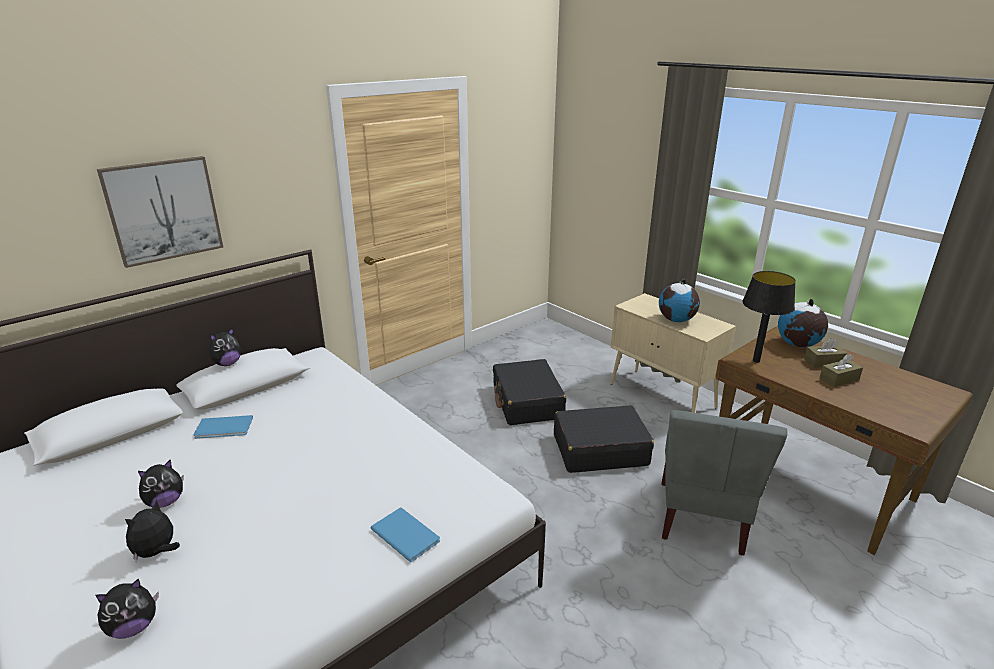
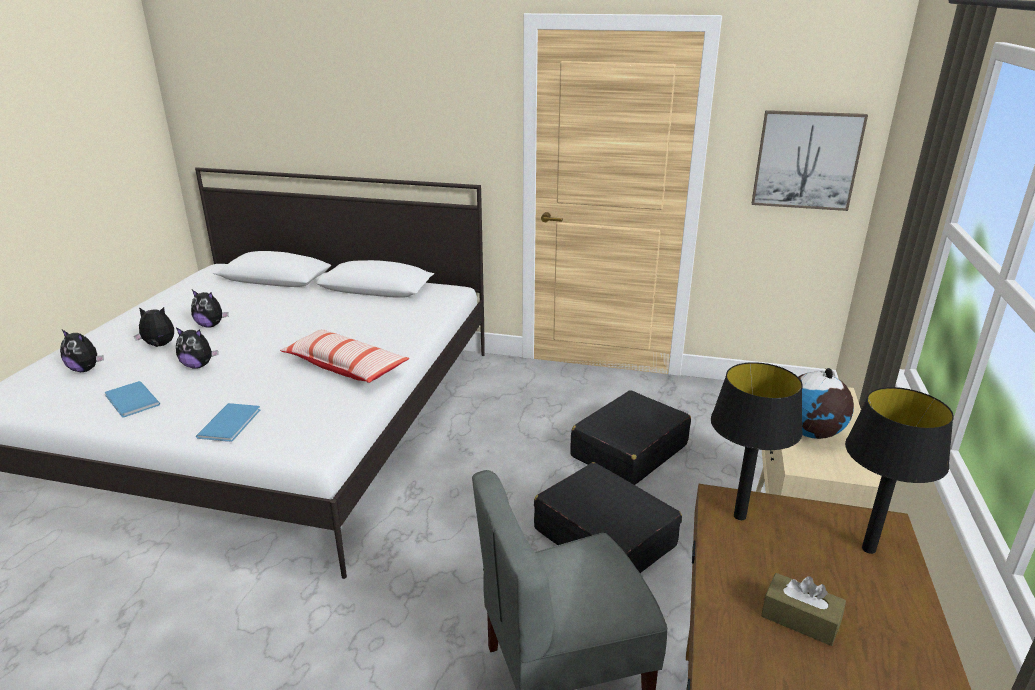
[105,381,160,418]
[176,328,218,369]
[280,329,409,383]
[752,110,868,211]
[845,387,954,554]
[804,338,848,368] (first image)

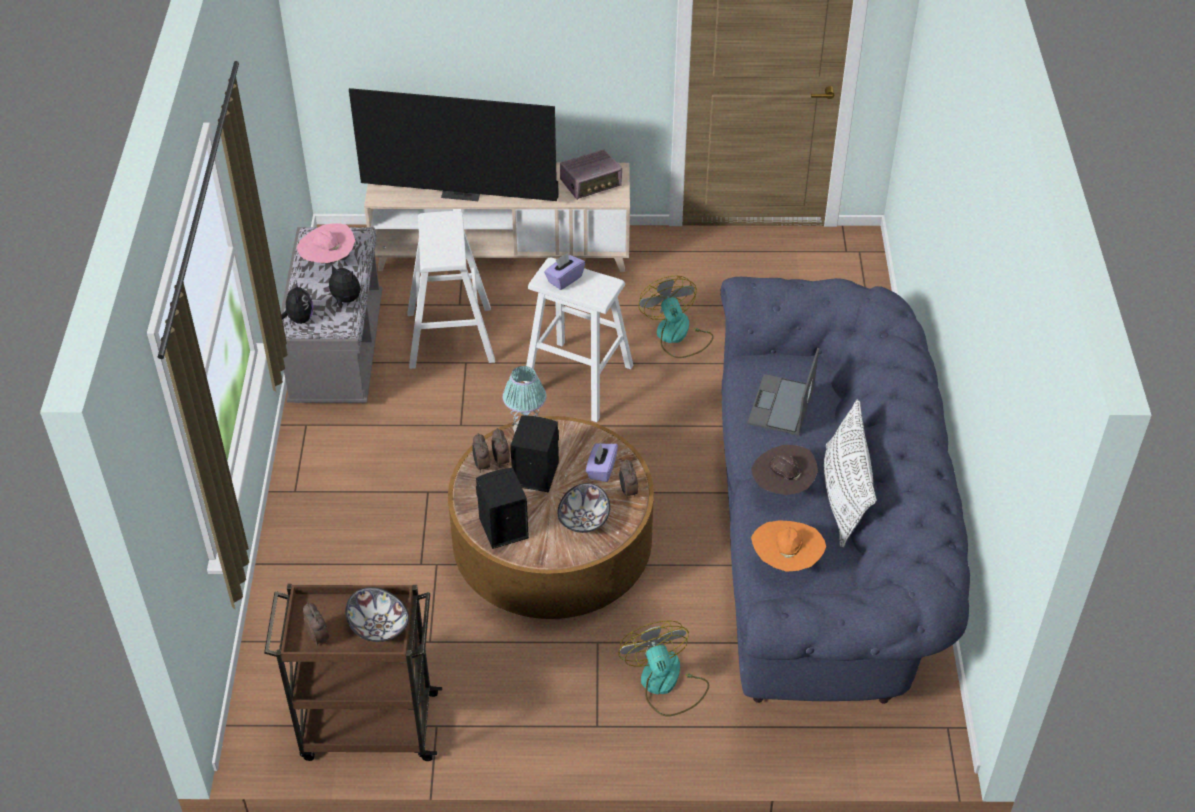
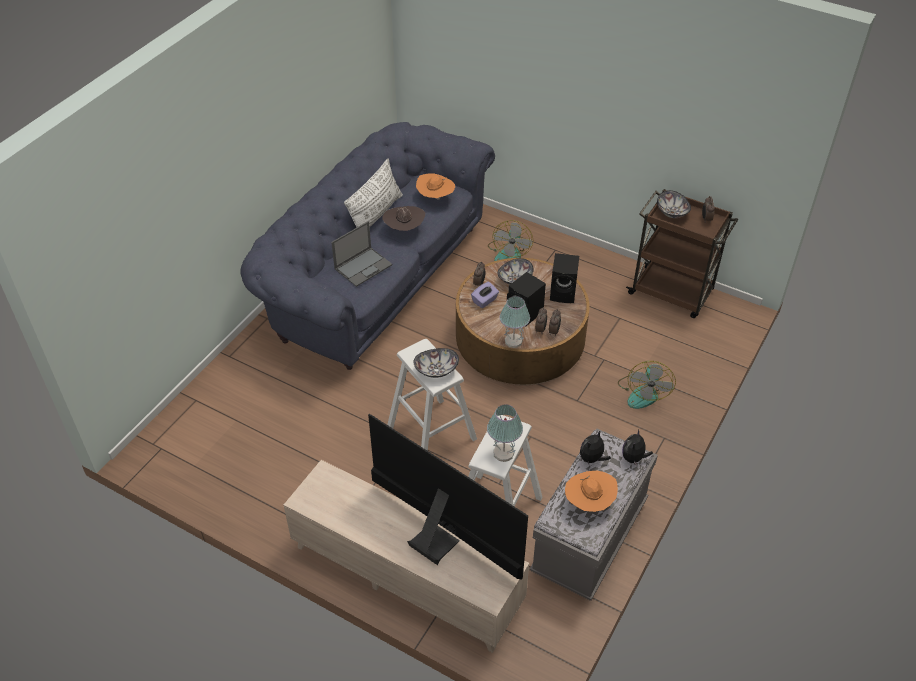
[413,348,459,378]
[487,404,523,462]
[565,471,618,512]
[580,431,611,467]
[618,361,676,409]
[560,149,622,200] (first image)

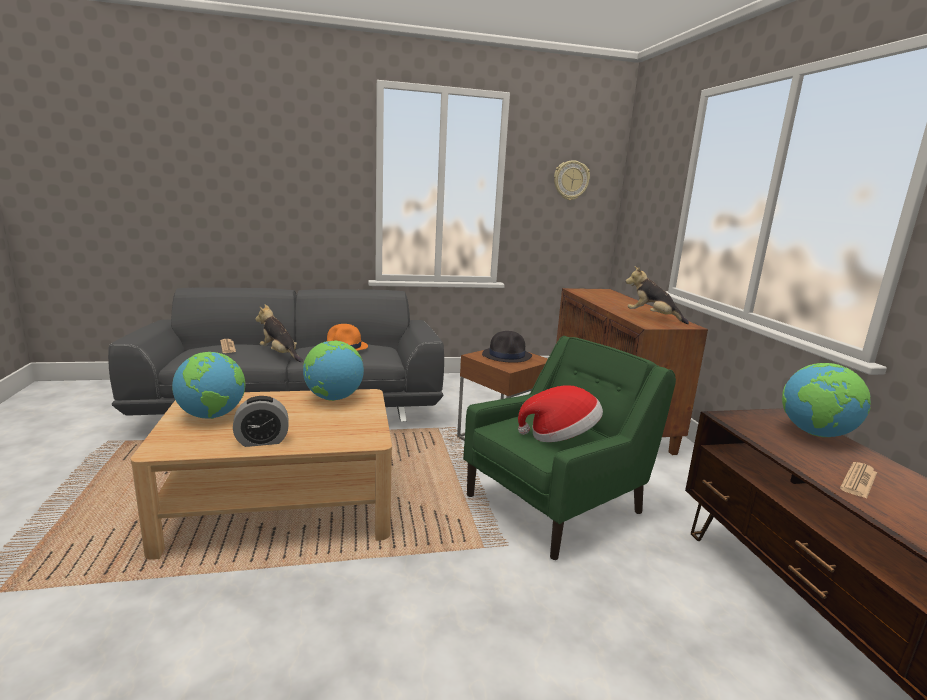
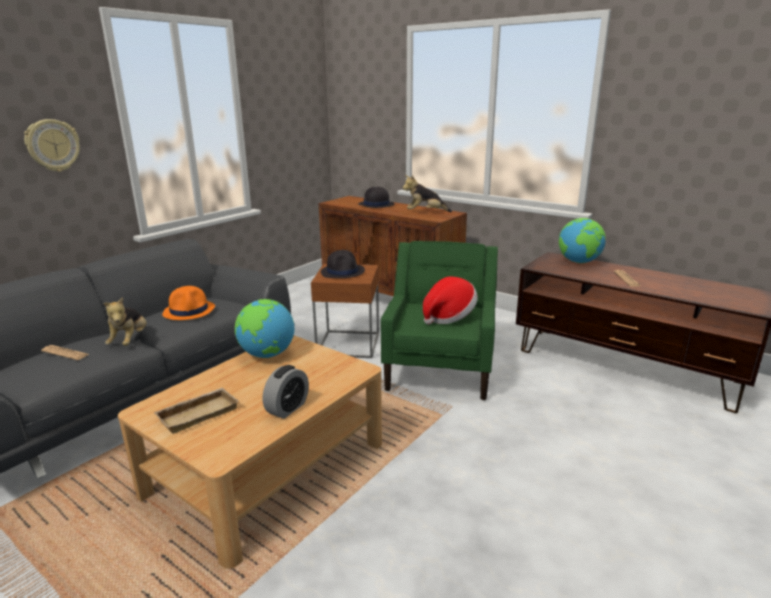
[24,119,80,172]
[104,297,147,346]
[154,388,239,434]
[358,187,395,208]

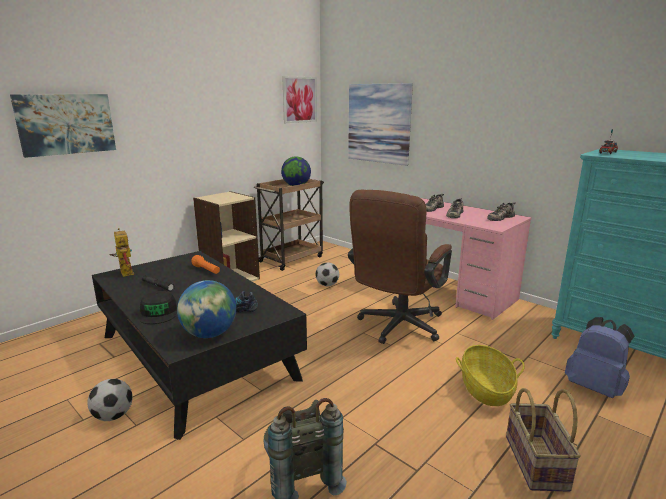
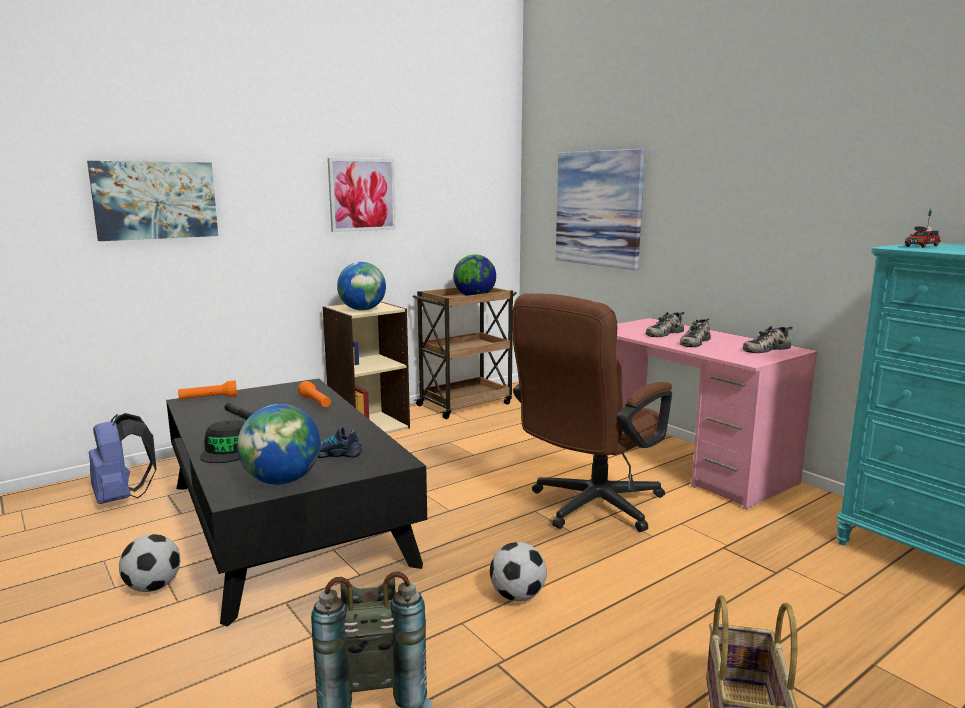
[89,413,157,504]
[178,380,237,399]
[328,158,396,232]
[337,262,386,311]
[490,542,547,601]
[456,345,525,406] (first image)

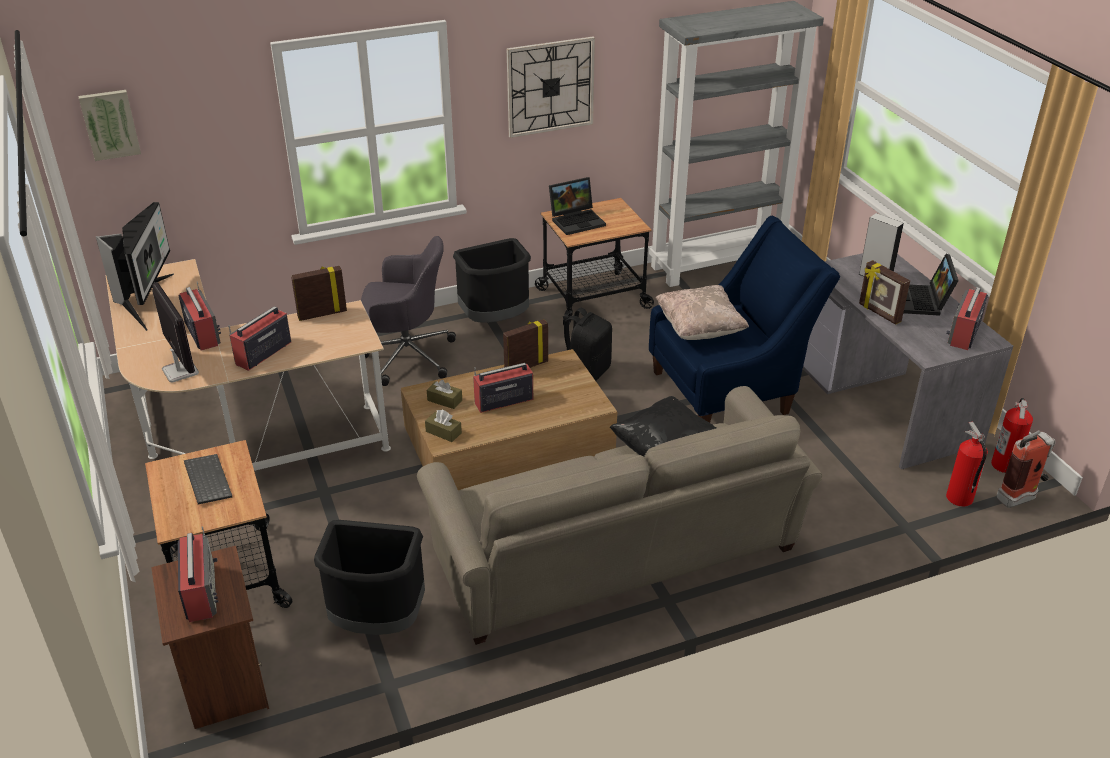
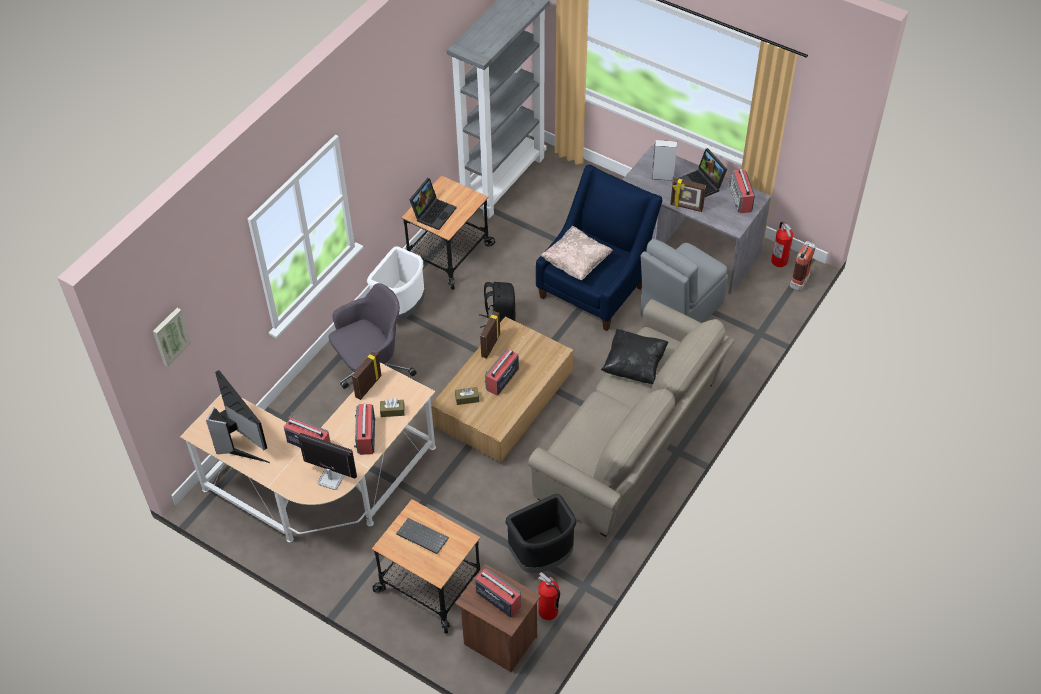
[367,246,425,320]
[380,398,405,417]
[538,572,560,620]
[640,239,728,323]
[507,36,595,138] (first image)

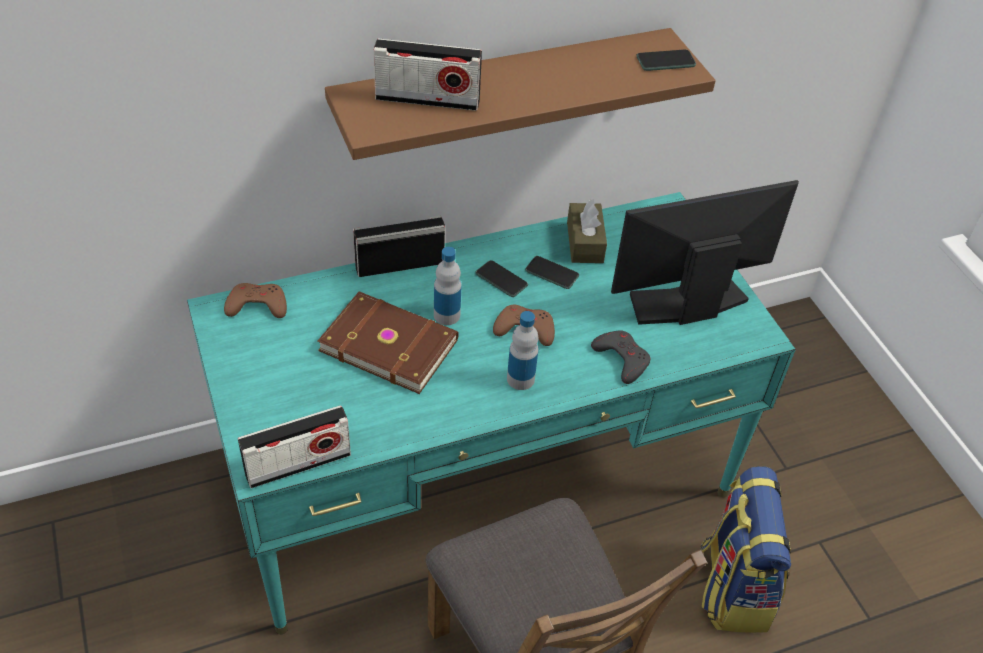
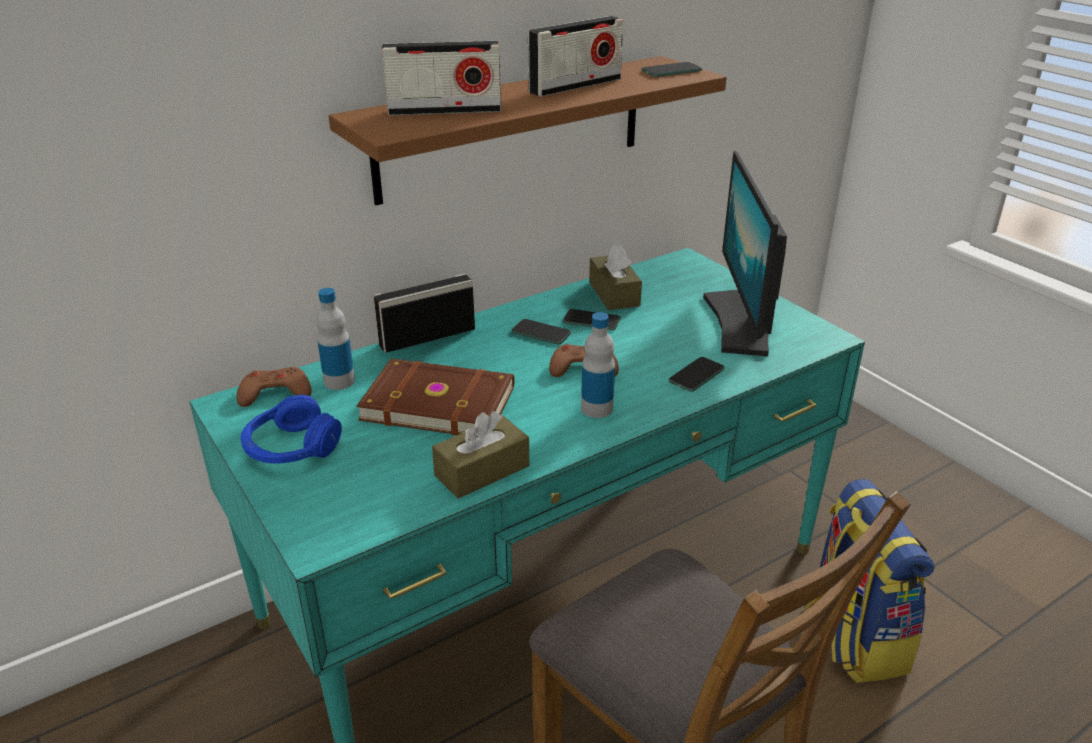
[241,395,342,464]
[316,288,355,390]
[432,411,529,499]
[528,16,623,97]
[669,357,725,392]
[703,151,787,356]

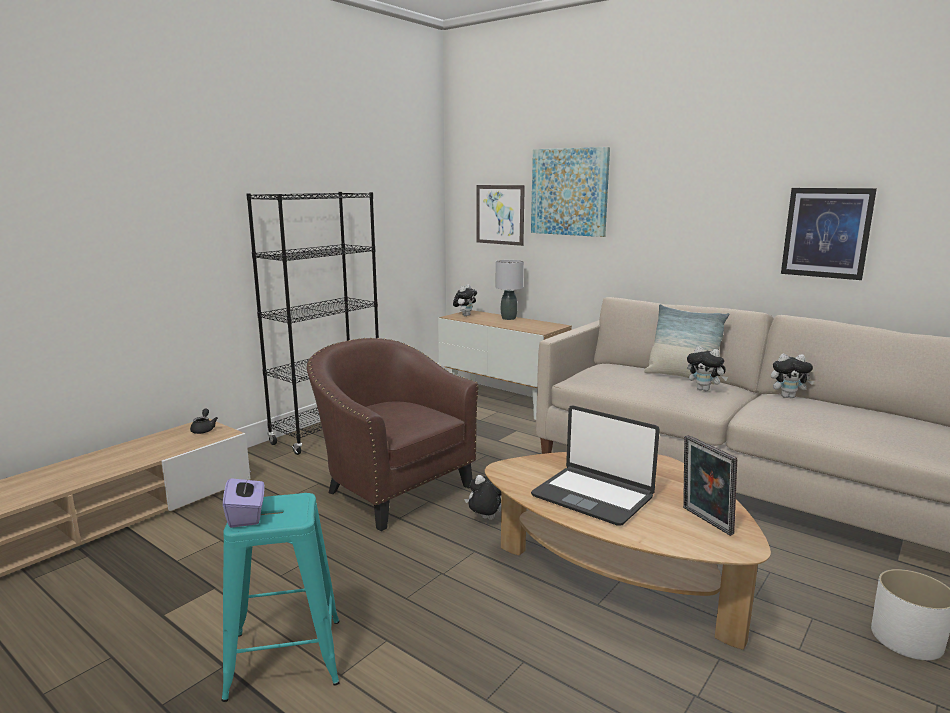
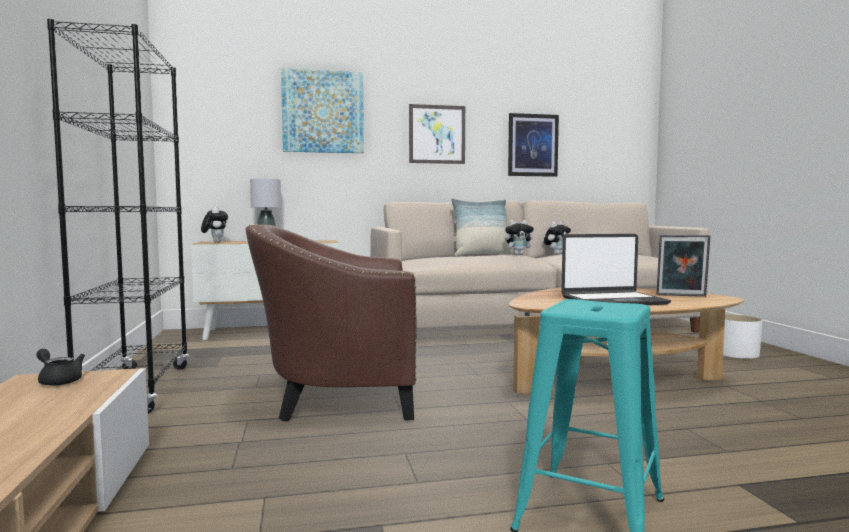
[409,104,465,164]
[223,473,265,528] (first image)
[464,475,501,520] (first image)

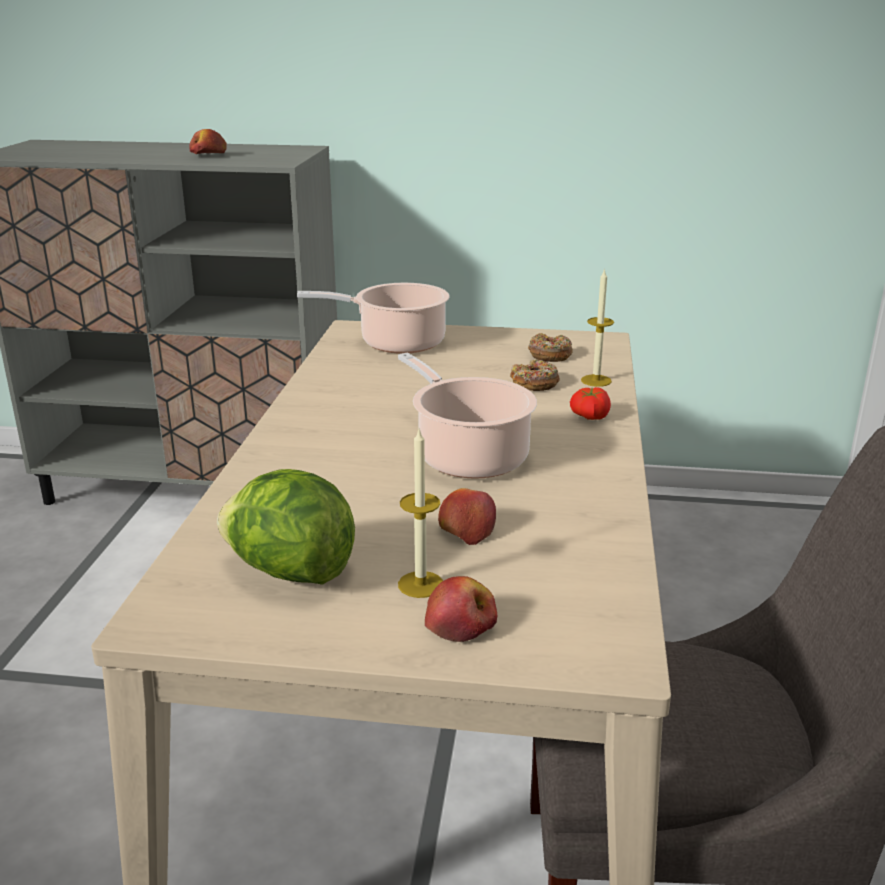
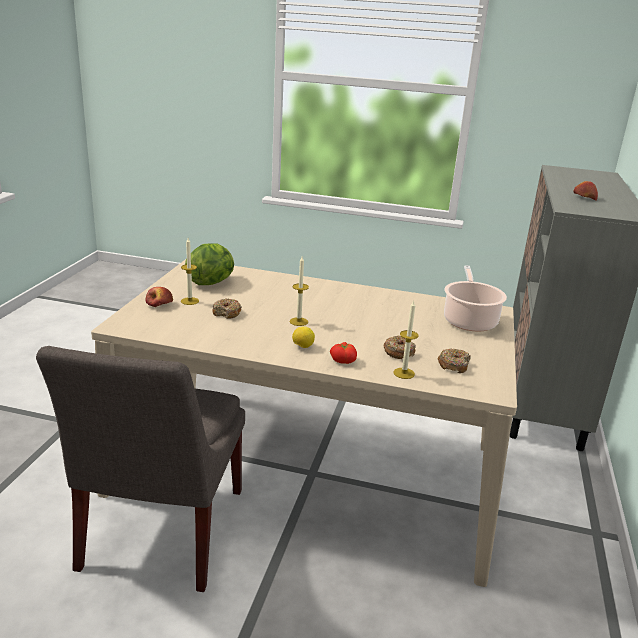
[213,298,242,319]
[290,256,309,326]
[292,326,315,348]

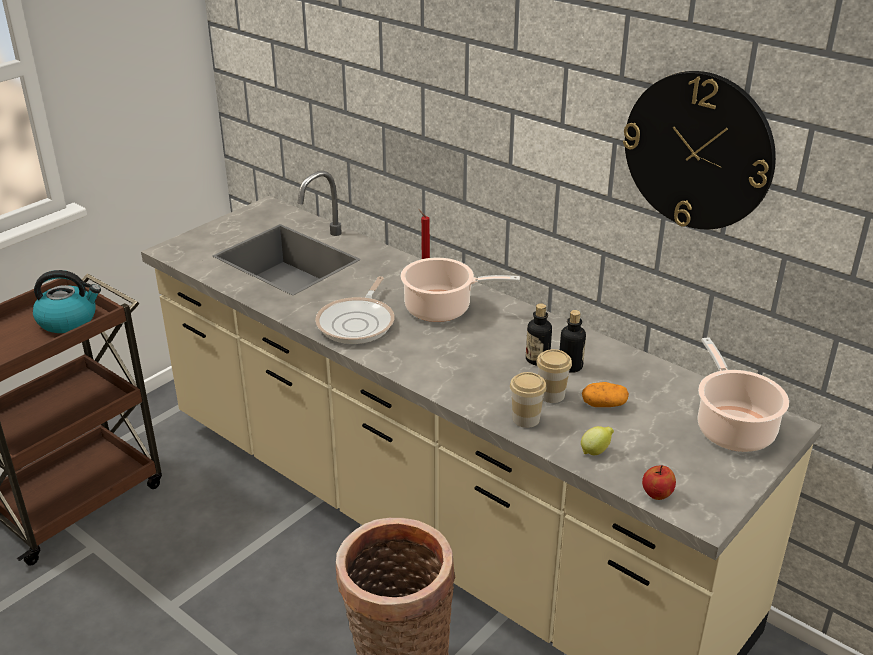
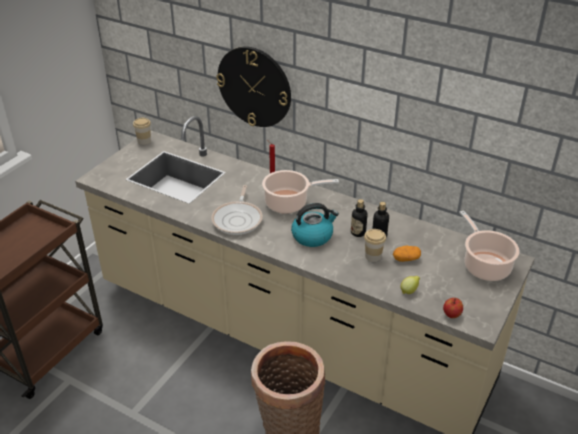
[133,118,151,145]
[216,46,291,127]
[291,203,339,247]

